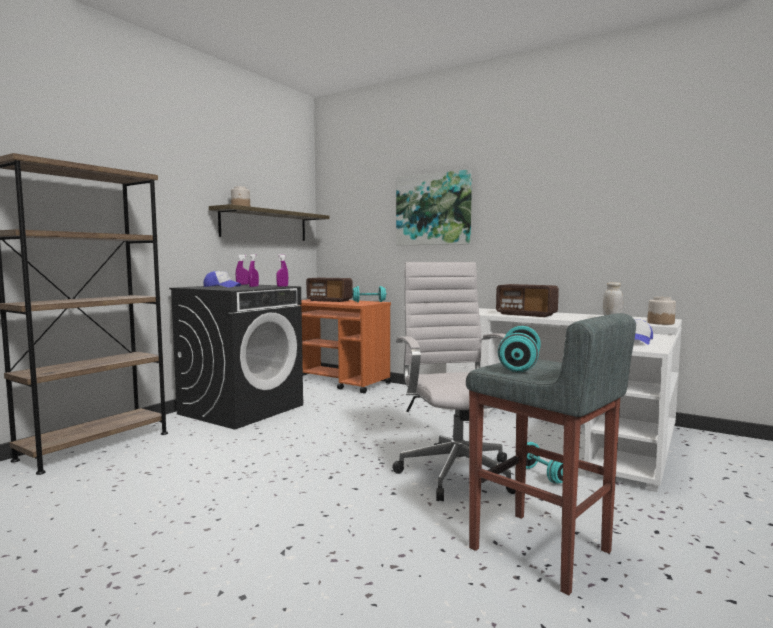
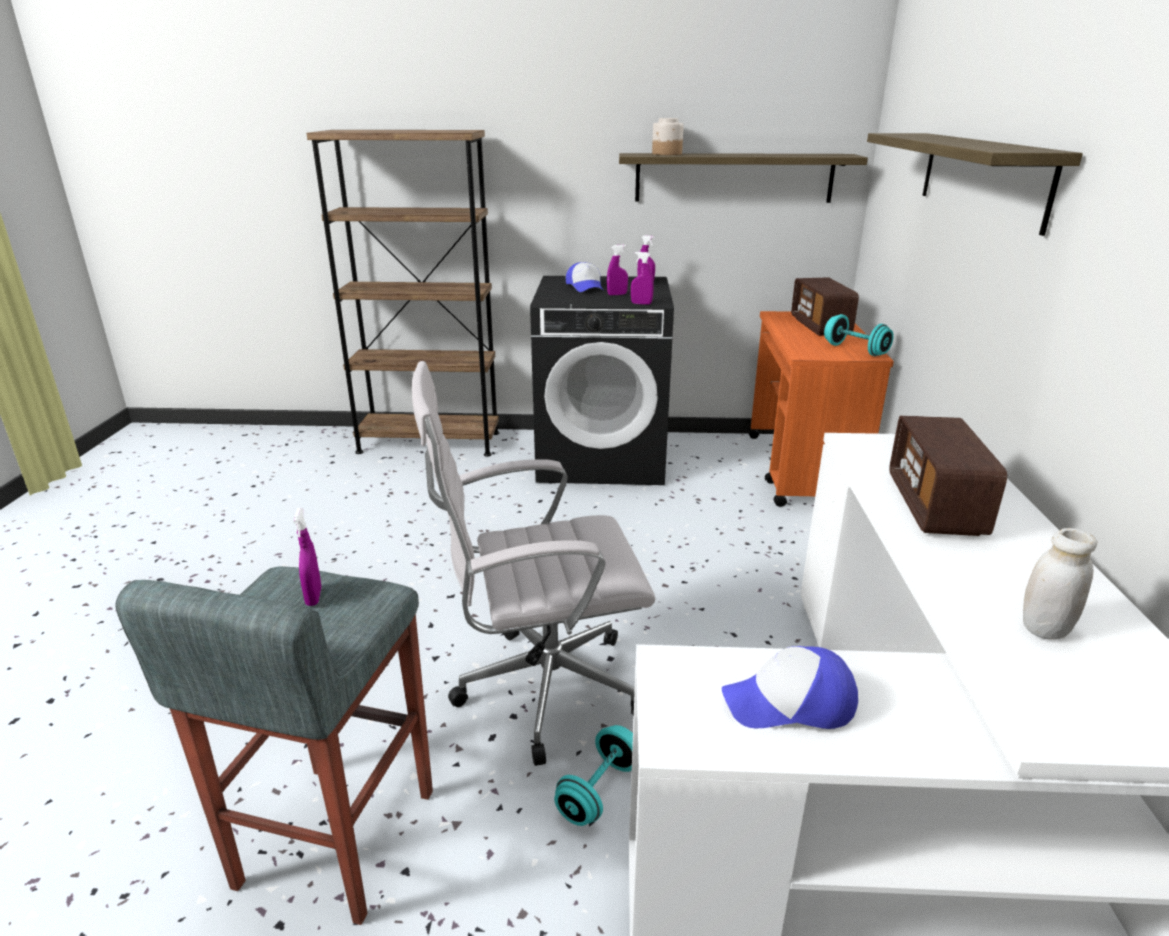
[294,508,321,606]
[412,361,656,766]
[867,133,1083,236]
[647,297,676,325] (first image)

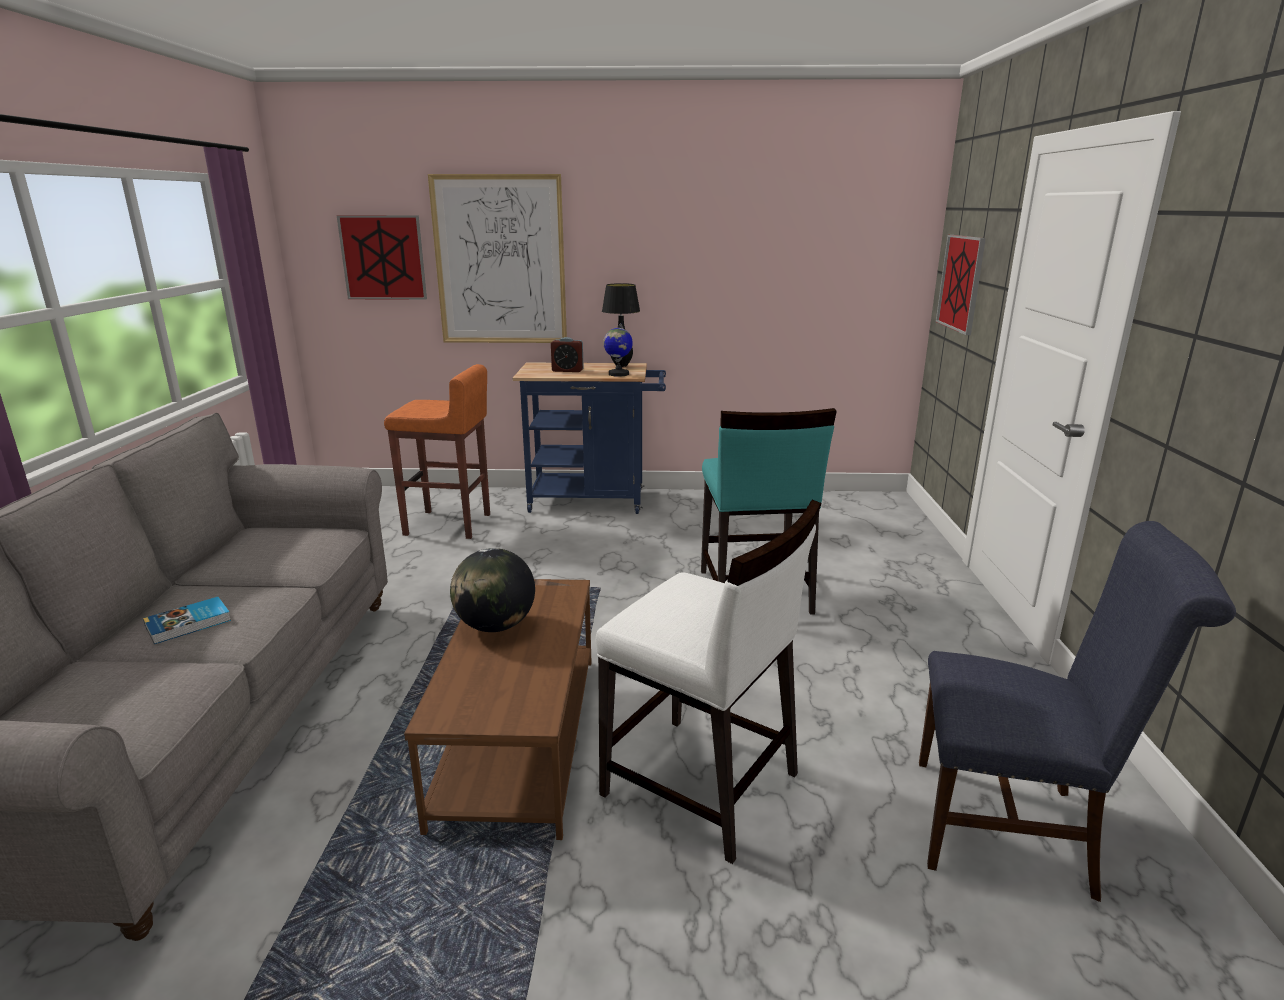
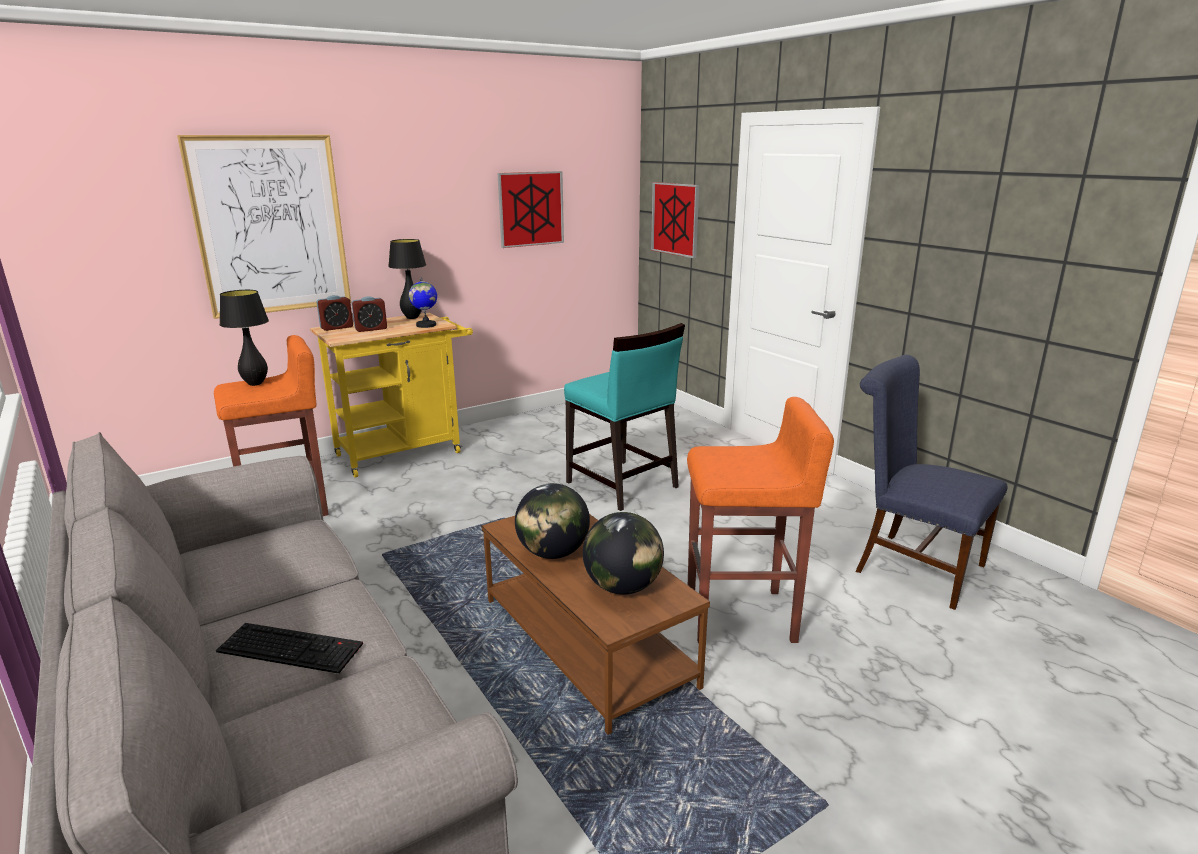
[216,623,363,674]
[220,290,269,386]
[310,313,473,477]
[317,295,353,331]
[498,171,564,248]
[583,512,664,595]
[687,397,834,644]
[856,355,1008,610]

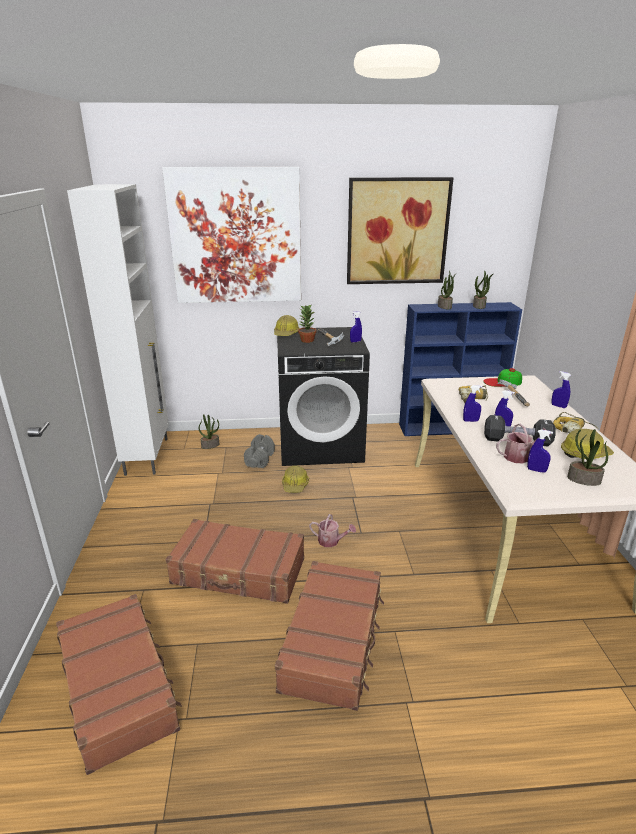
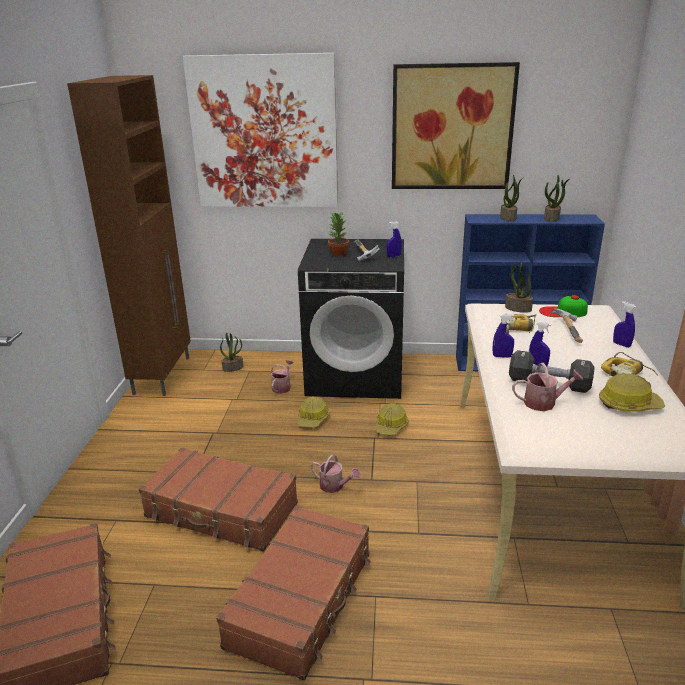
[67,75,191,396]
[271,360,293,394]
[375,403,409,436]
[505,262,533,313]
[527,429,553,473] (first image)

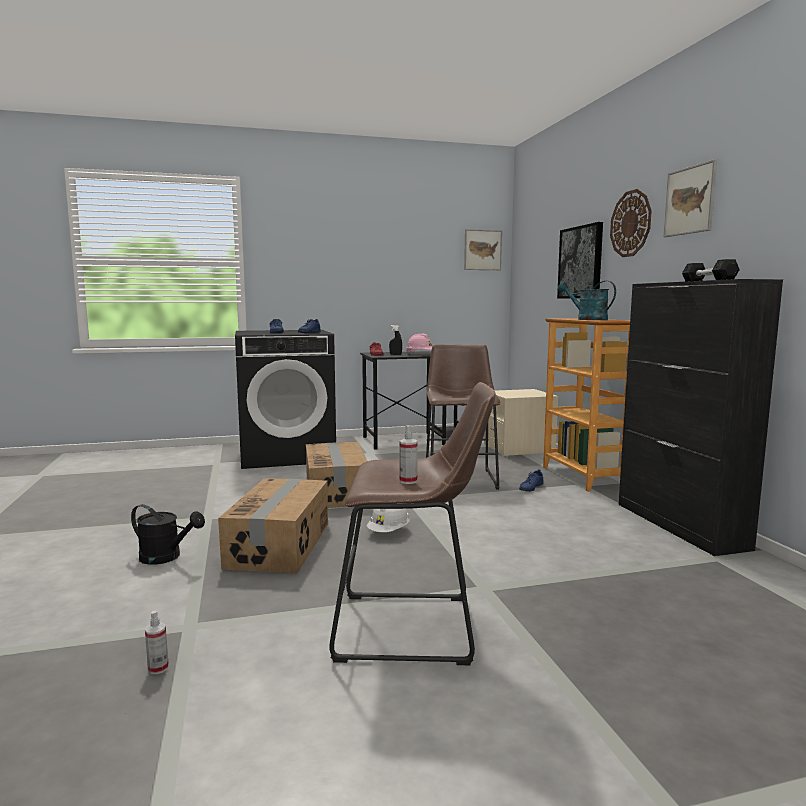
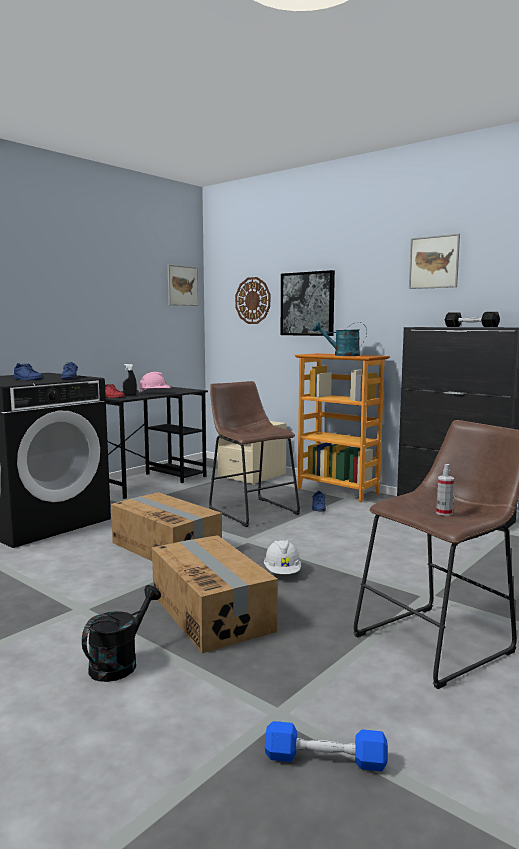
[82,585,161,682]
[235,277,270,324]
[265,721,388,772]

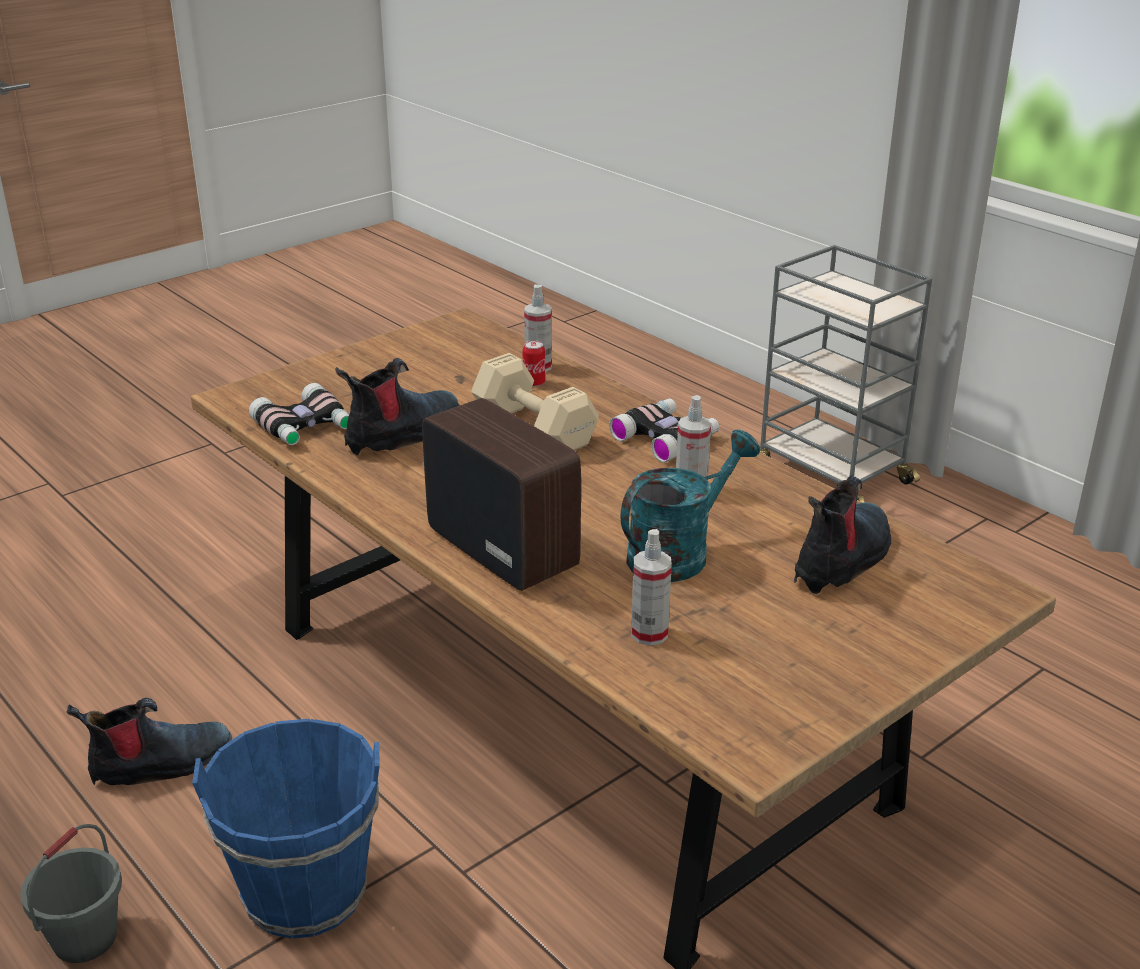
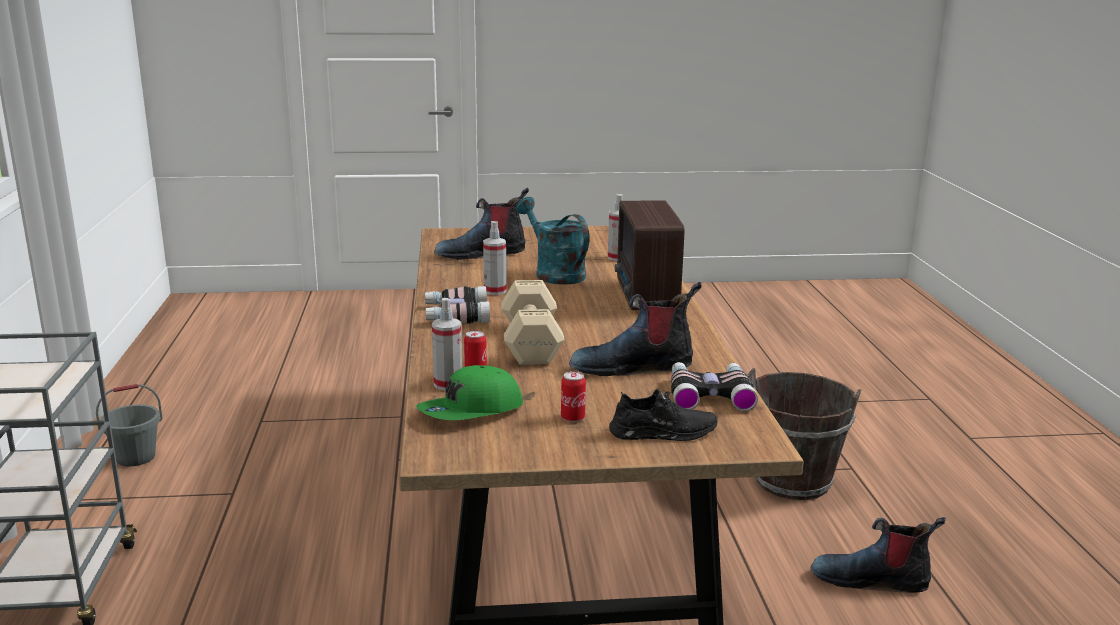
[96,384,163,467]
[416,365,523,420]
[516,197,589,285]
[561,371,586,422]
[609,389,718,441]
[747,368,861,500]

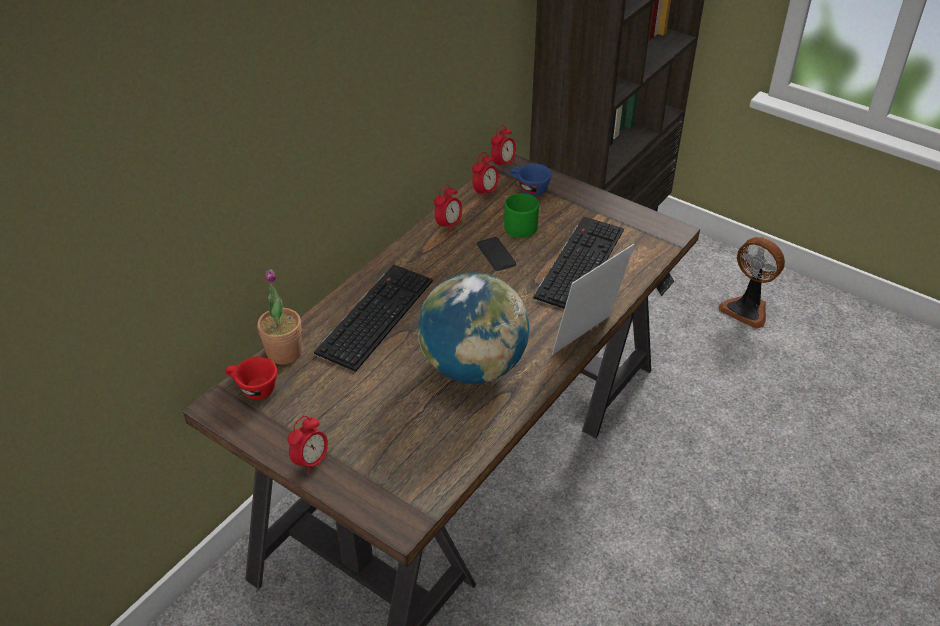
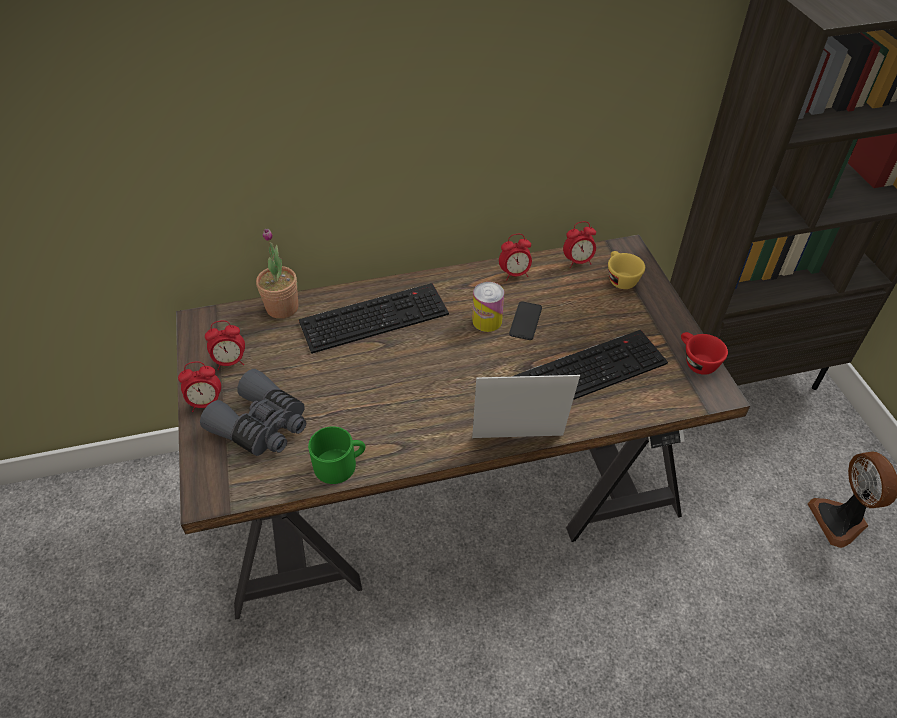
[200,369,306,456]
[205,321,245,370]
[308,426,365,484]
[472,282,504,332]
[608,251,645,289]
[681,332,728,375]
[417,273,530,384] (first image)

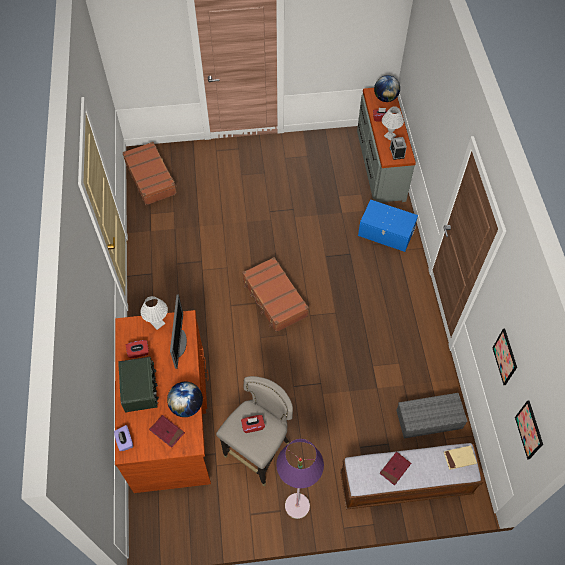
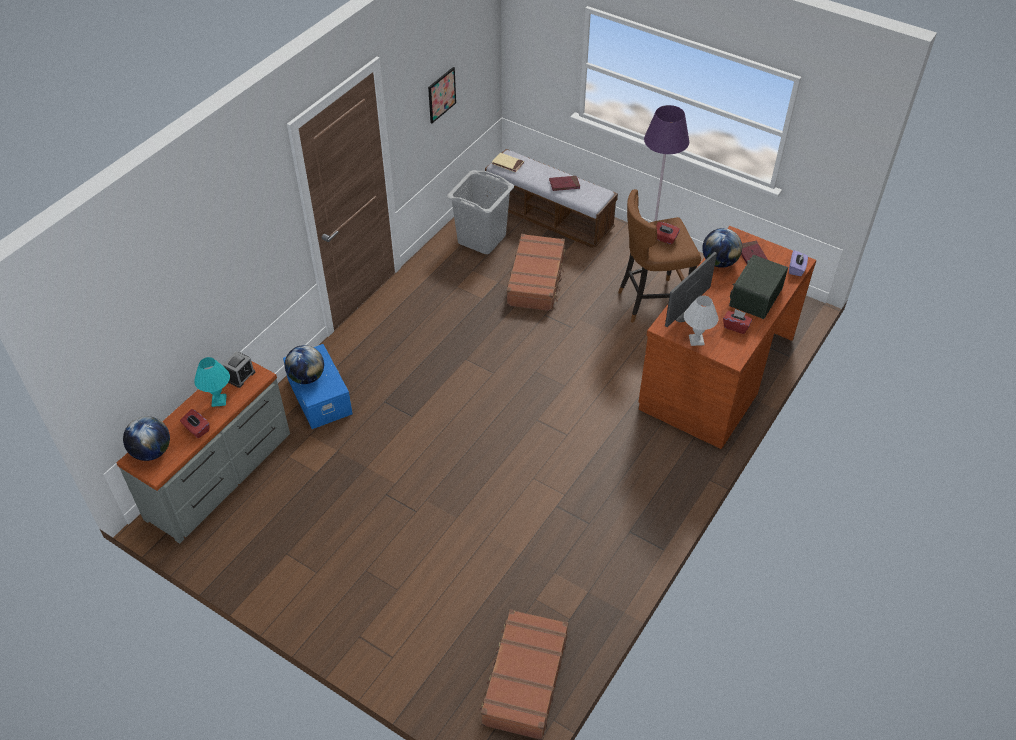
[194,357,230,407]
[285,345,324,384]
[447,170,514,254]
[507,234,567,311]
[618,189,701,323]
[515,400,543,460] (first image)

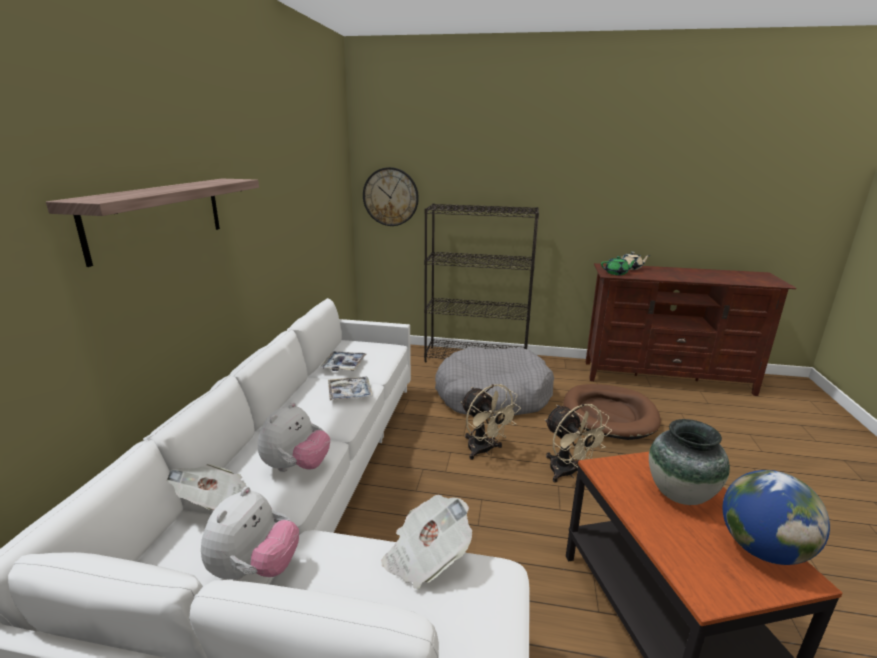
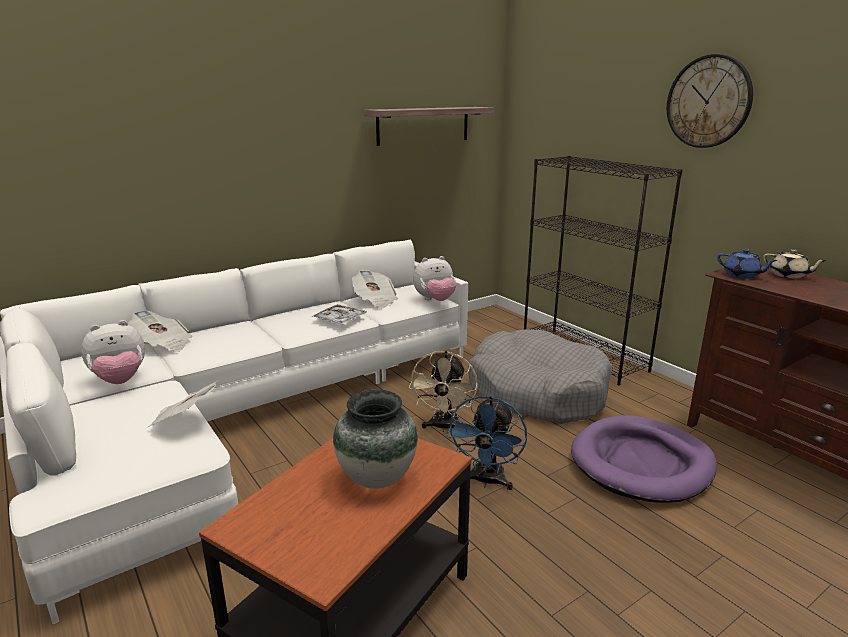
[352,270,398,309]
[364,107,493,146]
[413,256,456,301]
[446,396,527,490]
[571,415,717,503]
[667,54,753,148]
[717,249,778,278]
[723,470,830,565] (first image)

